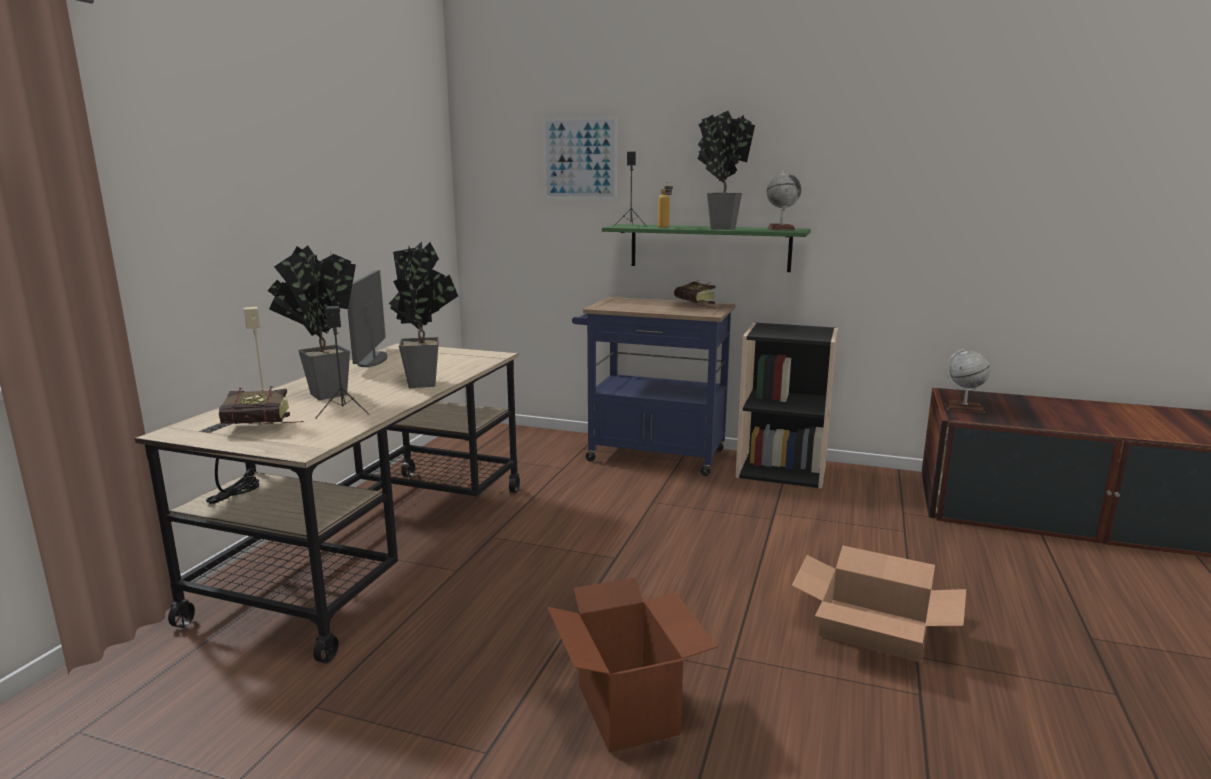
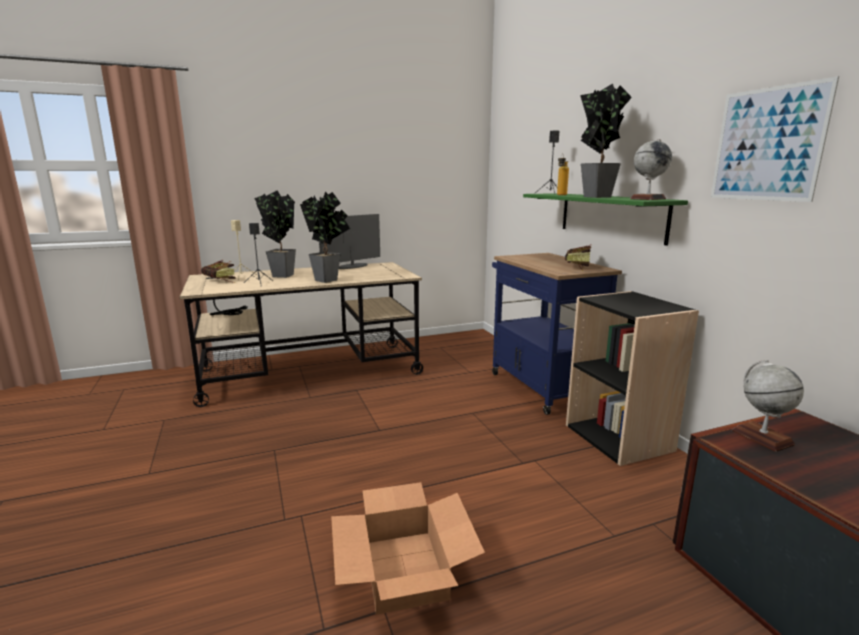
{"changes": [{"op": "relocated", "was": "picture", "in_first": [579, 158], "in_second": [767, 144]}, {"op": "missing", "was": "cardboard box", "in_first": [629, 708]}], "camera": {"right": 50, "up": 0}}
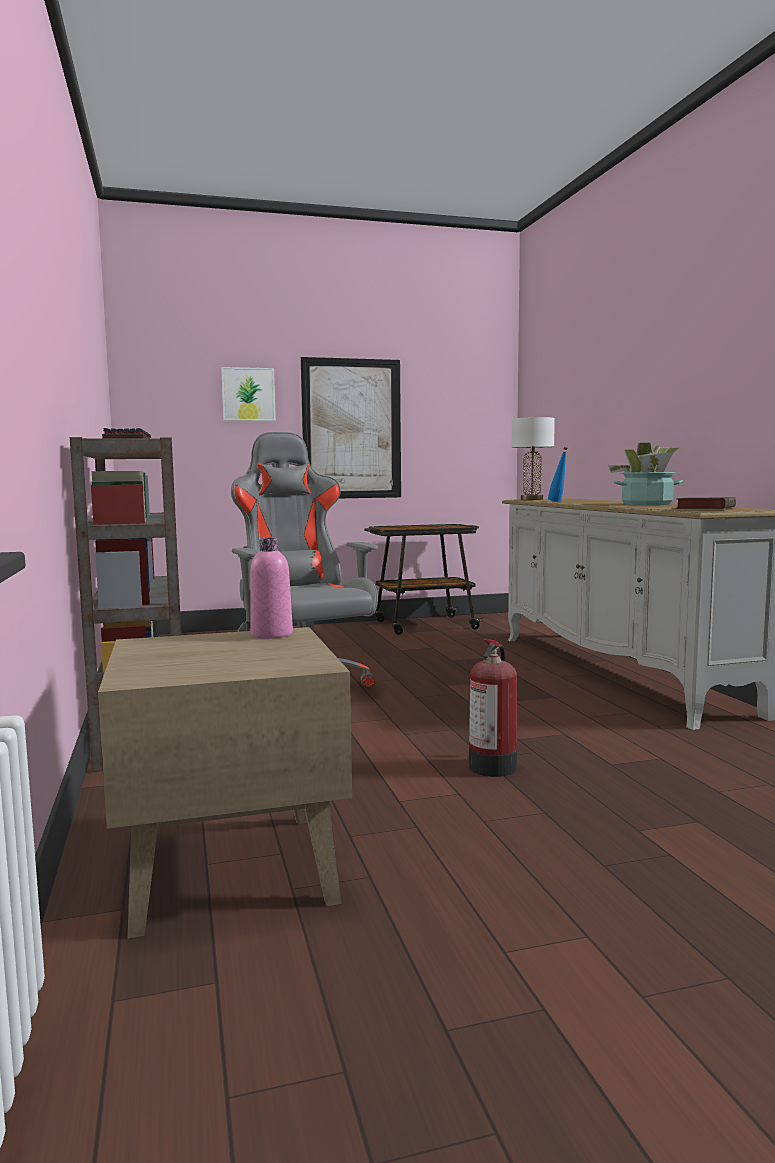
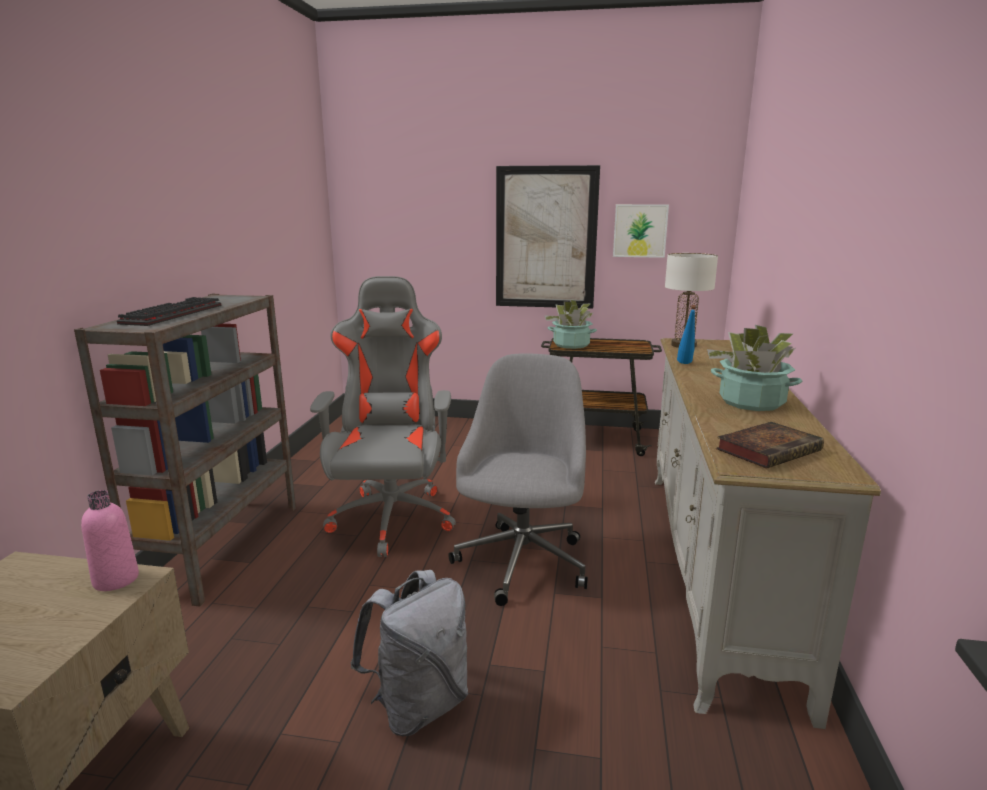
{"changes": [{"op": "relocated", "was": "picture", "in_first": [248, 394], "in_second": [640, 230]}, {"op": "exchanged", "was": "fire extinguisher", "now": "grey backpack", "in_first": [493, 766], "in_second": [418, 705]}, {"op": "appeared", "now": "grey office chair", "in_second": [522, 561]}, {"op": "appeared", "now": "potted plant", "in_second": [571, 345]}], "camera": {"right": 25, "up": 10}}
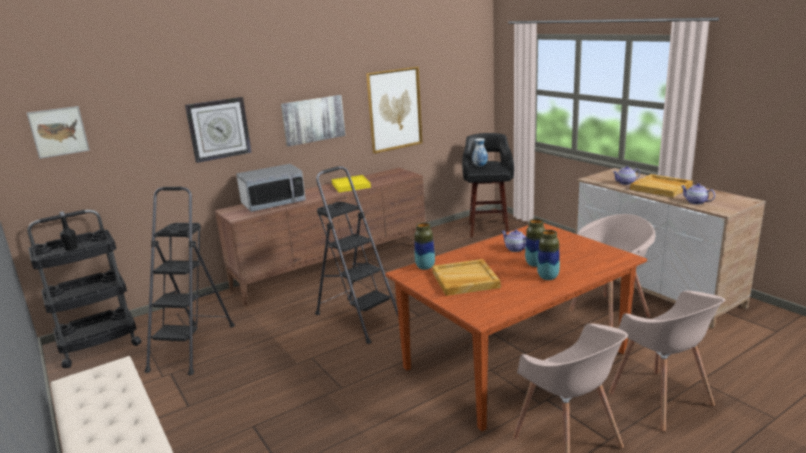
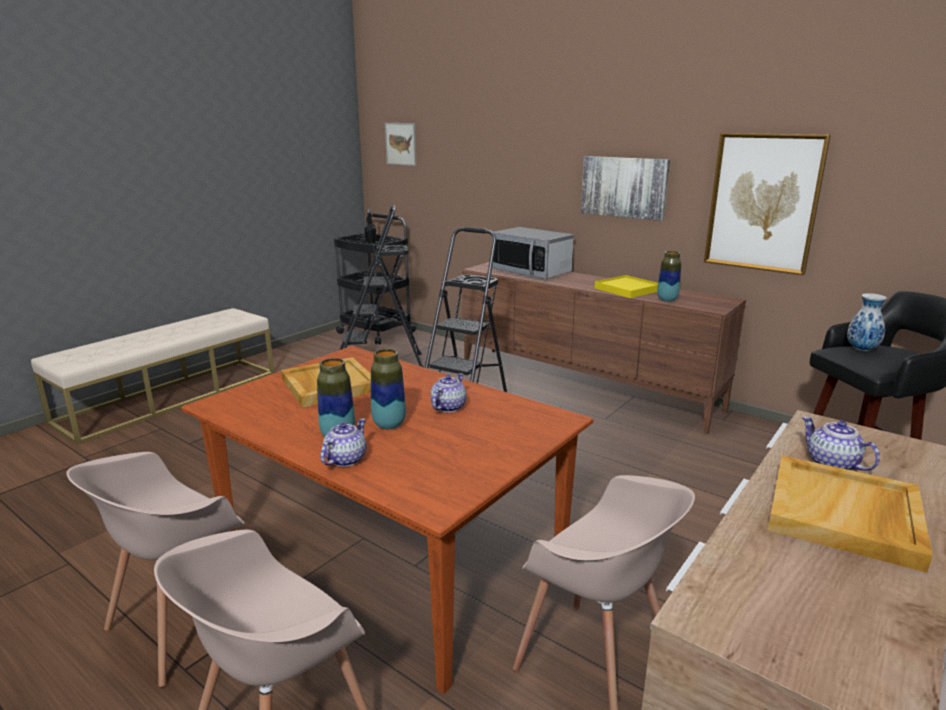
{"changes": [{"op": "missing", "was": "wall clock", "in_first": [219, 129]}, {"op": "relocated", "was": "vase", "in_first": [425, 267], "in_second": [667, 300]}, {"op": "relocated", "was": "teapot", "in_first": [696, 202], "in_second": [345, 460]}], "camera": {"right": 70, "up": 0}}
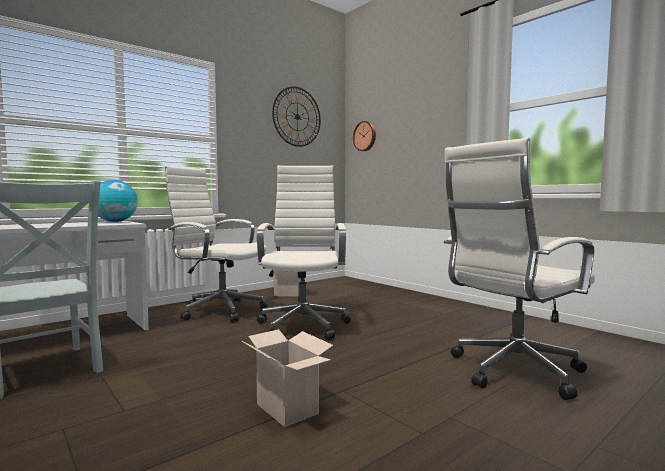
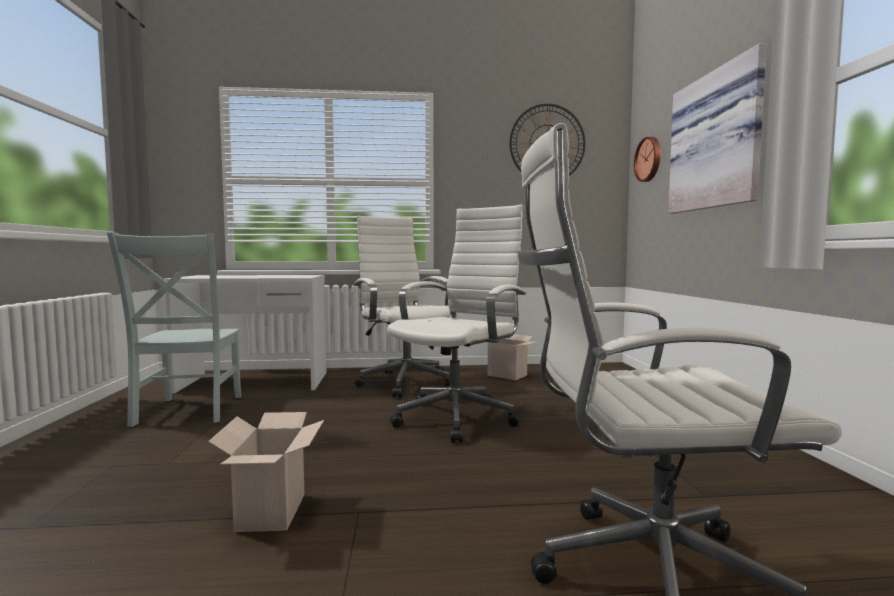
{"changes": [{"op": "missing", "was": "globe", "in_first": [115, 221]}, {"op": "appeared", "now": "picture", "in_second": [717, 141]}], "camera": {"right": 35, "up": 0}}
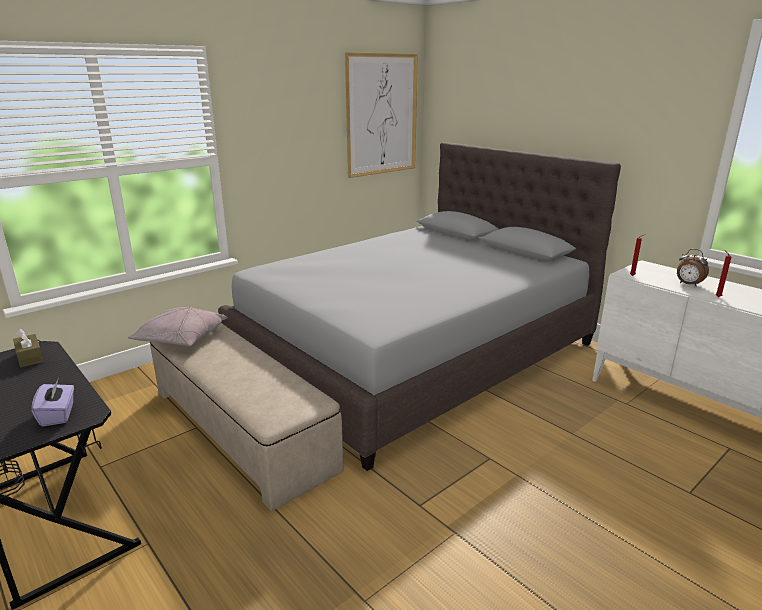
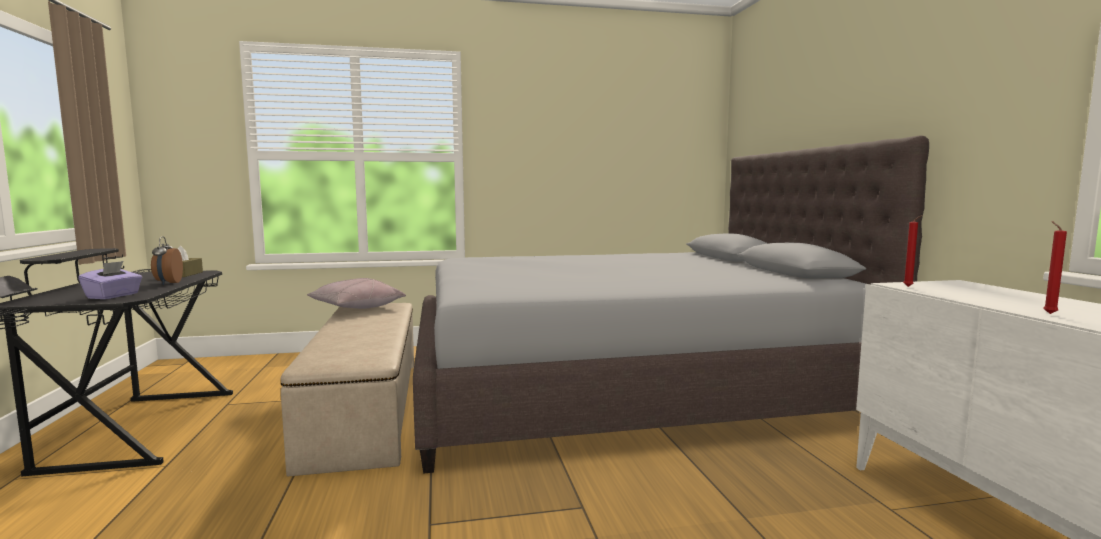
{"changes": [{"op": "missing", "was": "picture", "in_first": [382, 115]}, {"op": "relocated", "was": "alarm clock", "in_first": [688, 284], "in_second": [168, 283]}], "camera": {"right": 30, "up": -15}}
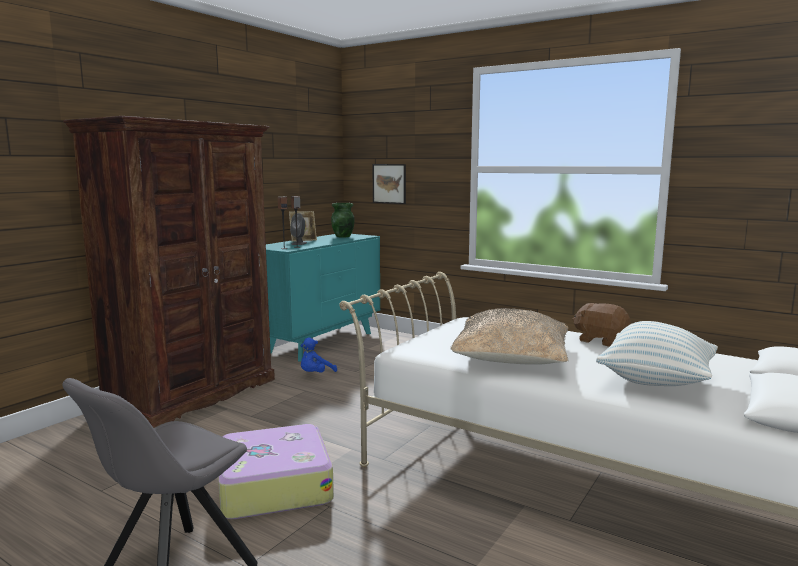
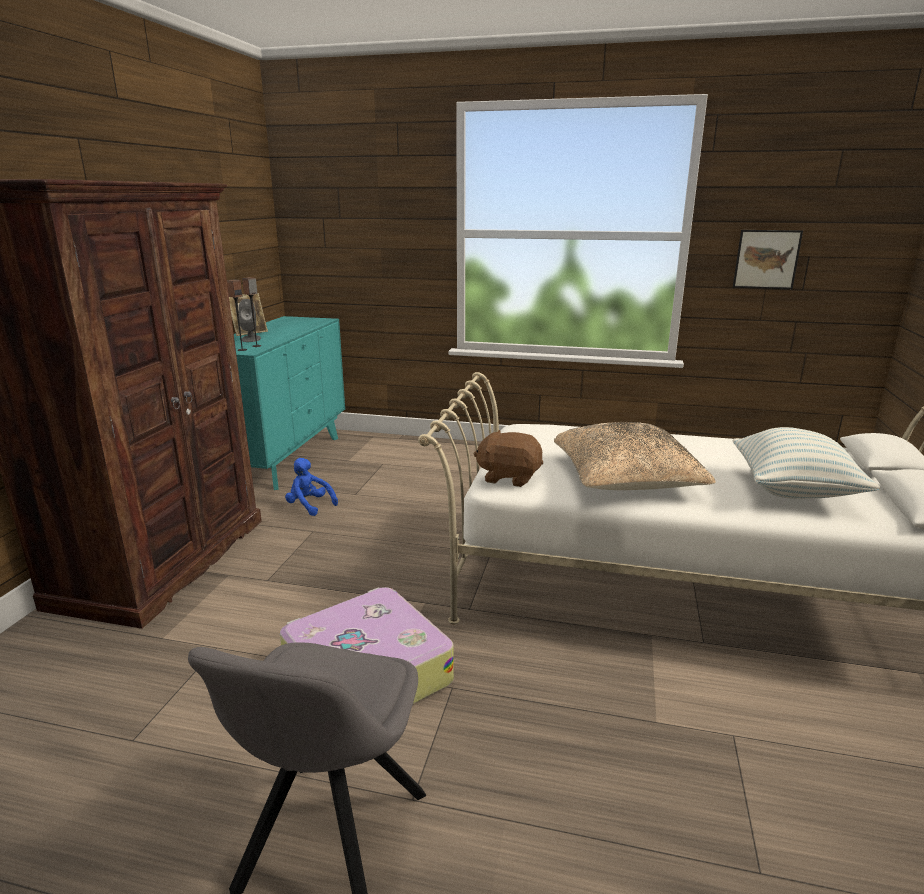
{"changes": [{"op": "spun", "was": "blue plush toy", "in_first": [315, 374], "in_second": [309, 506], "clockwise": 105}, {"op": "missing", "was": "green vase", "in_first": [343, 236]}, {"op": "relocated", "was": "picture", "in_first": [389, 183], "in_second": [766, 259]}, {"op": "relocated", "was": "brown plush toy", "in_first": [600, 340], "in_second": [509, 477]}], "camera": {"right": -20, "up": 10}}
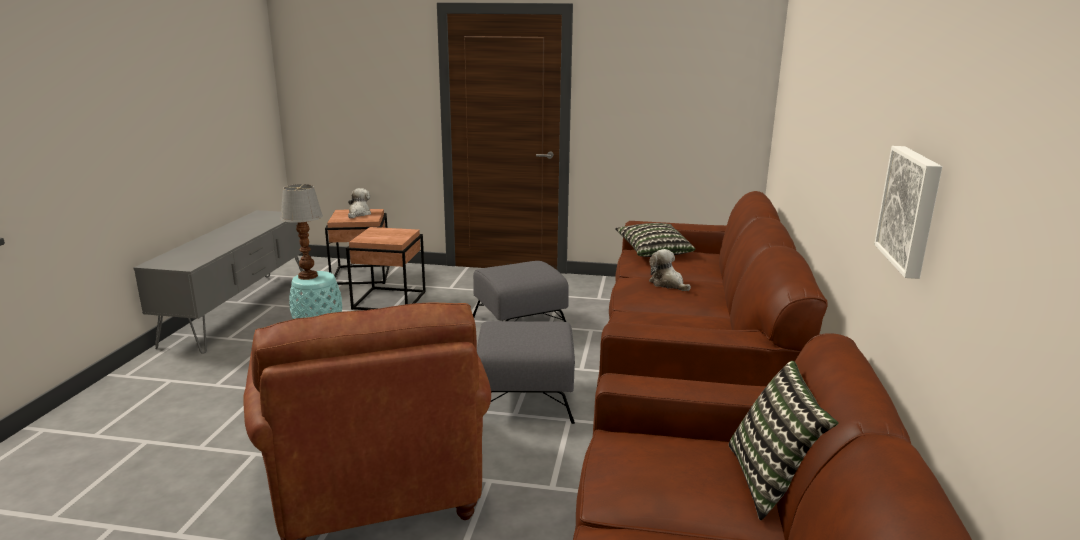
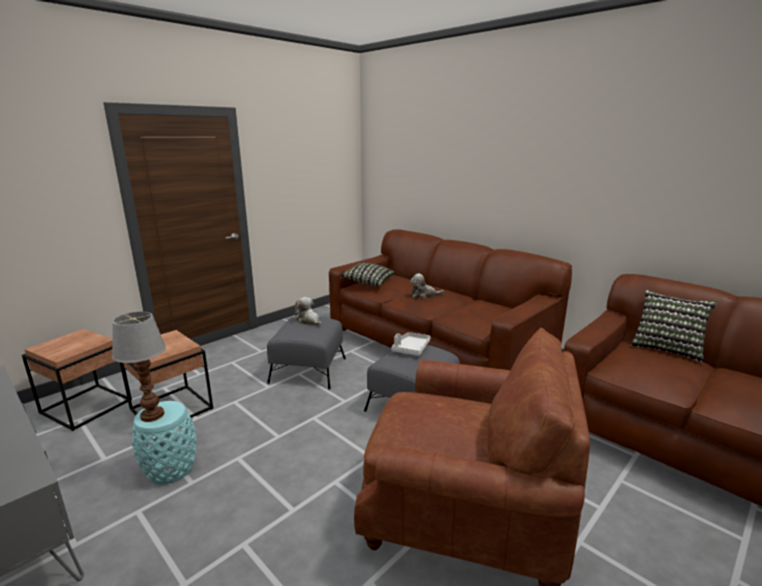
{"changes": [{"op": "relocated", "was": "plush toy", "in_first": [359, 214], "in_second": [308, 321]}, {"op": "missing", "was": "picture", "in_first": [912, 209]}, {"op": "appeared", "now": "grey tray", "in_second": [411, 349]}], "camera": {"right": -55, "up": 0}}
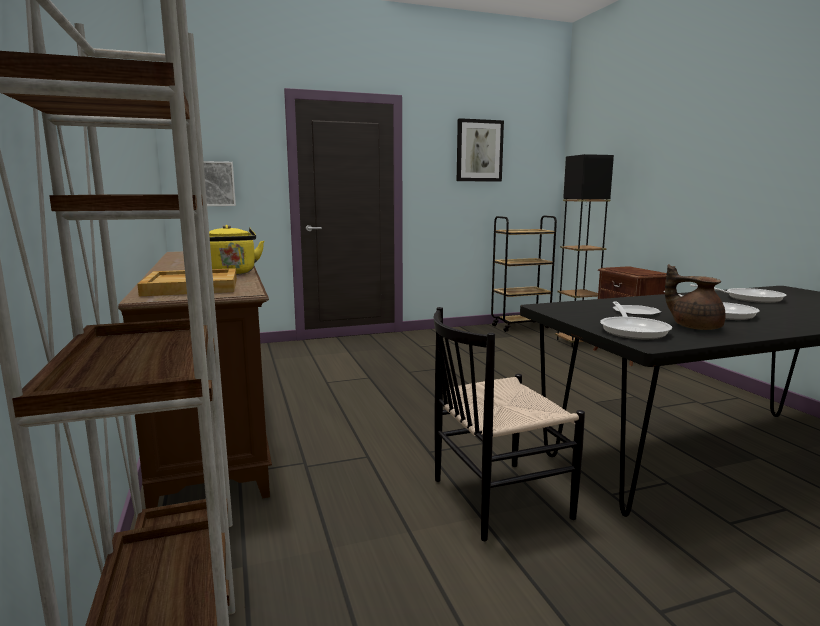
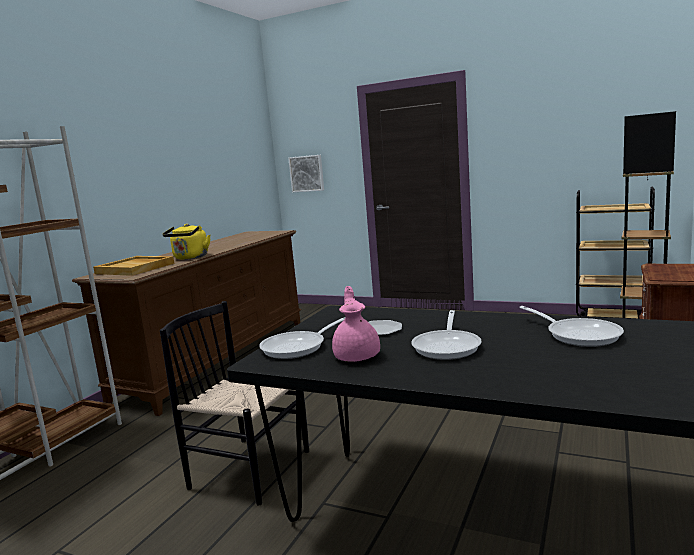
{"changes": [{"op": "missing", "was": "picture", "in_first": [479, 151]}, {"op": "colour", "was": "brown teapot", "now": "pink teapot", "in_first": [694, 327], "in_second": [357, 355]}], "camera": {"right": 45, "up": 0}}
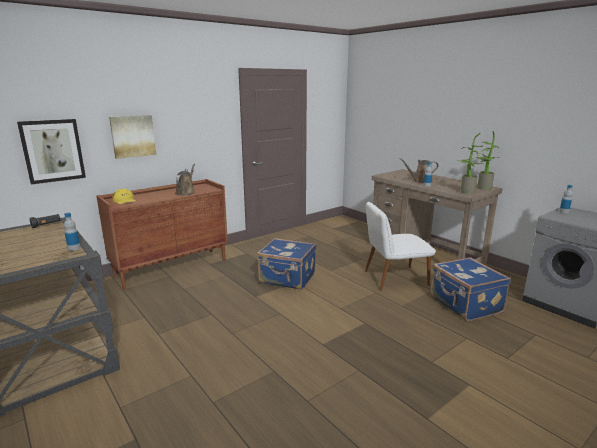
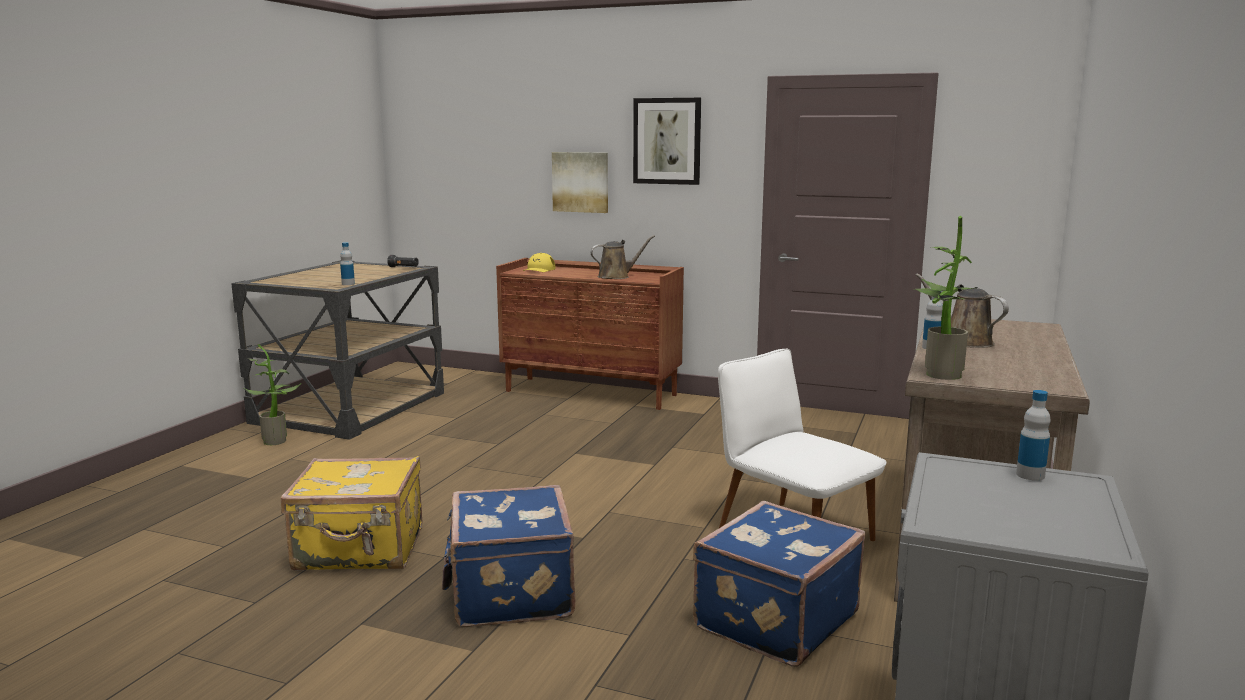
{"changes": [{"op": "relocated", "was": "picture", "in_first": [53, 151], "in_second": [667, 141]}, {"op": "relocated", "was": "blue suitcase", "in_first": [287, 278], "in_second": [509, 593]}, {"op": "relocated", "was": "potted plant", "in_first": [482, 188], "in_second": [278, 440]}, {"op": "appeared", "now": "yellow suitcase", "in_second": [360, 550]}], "camera": {"right": 60, "up": -5}}
